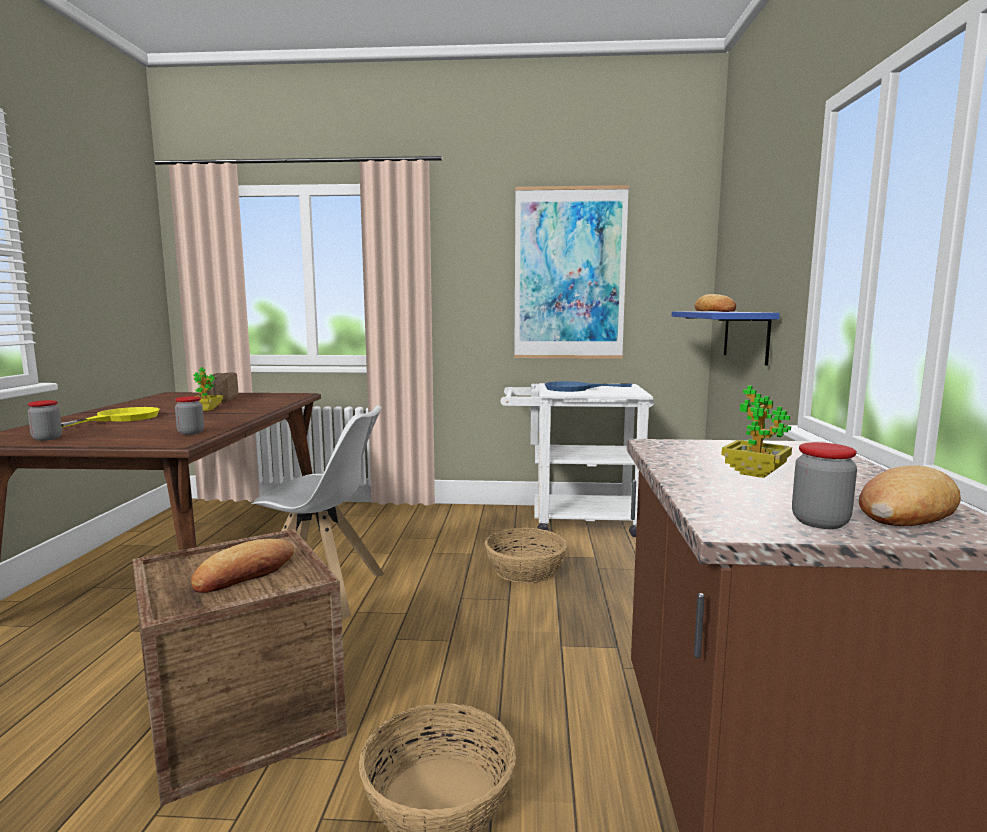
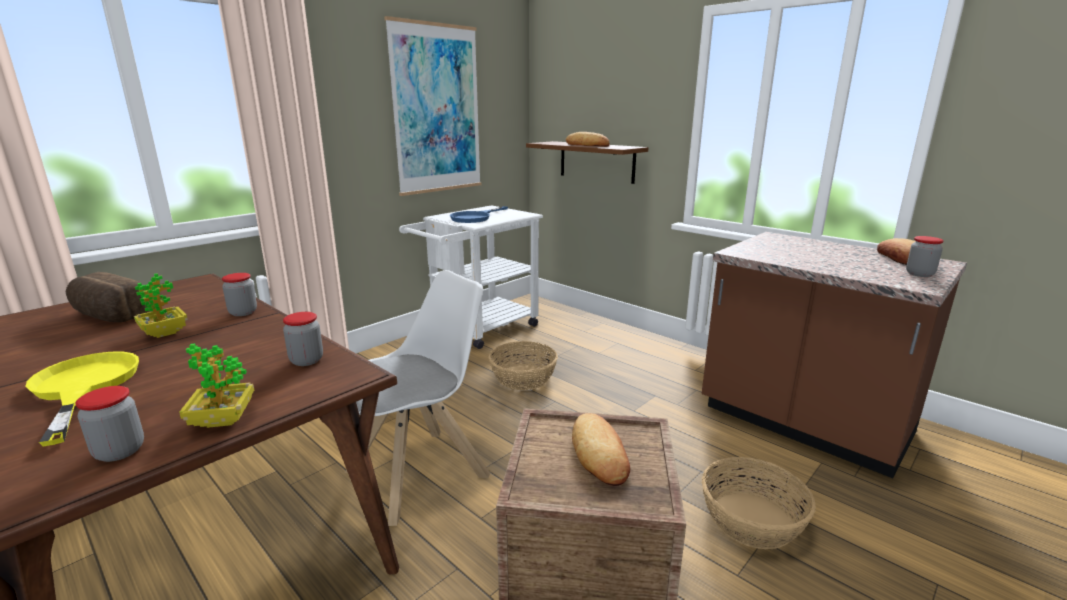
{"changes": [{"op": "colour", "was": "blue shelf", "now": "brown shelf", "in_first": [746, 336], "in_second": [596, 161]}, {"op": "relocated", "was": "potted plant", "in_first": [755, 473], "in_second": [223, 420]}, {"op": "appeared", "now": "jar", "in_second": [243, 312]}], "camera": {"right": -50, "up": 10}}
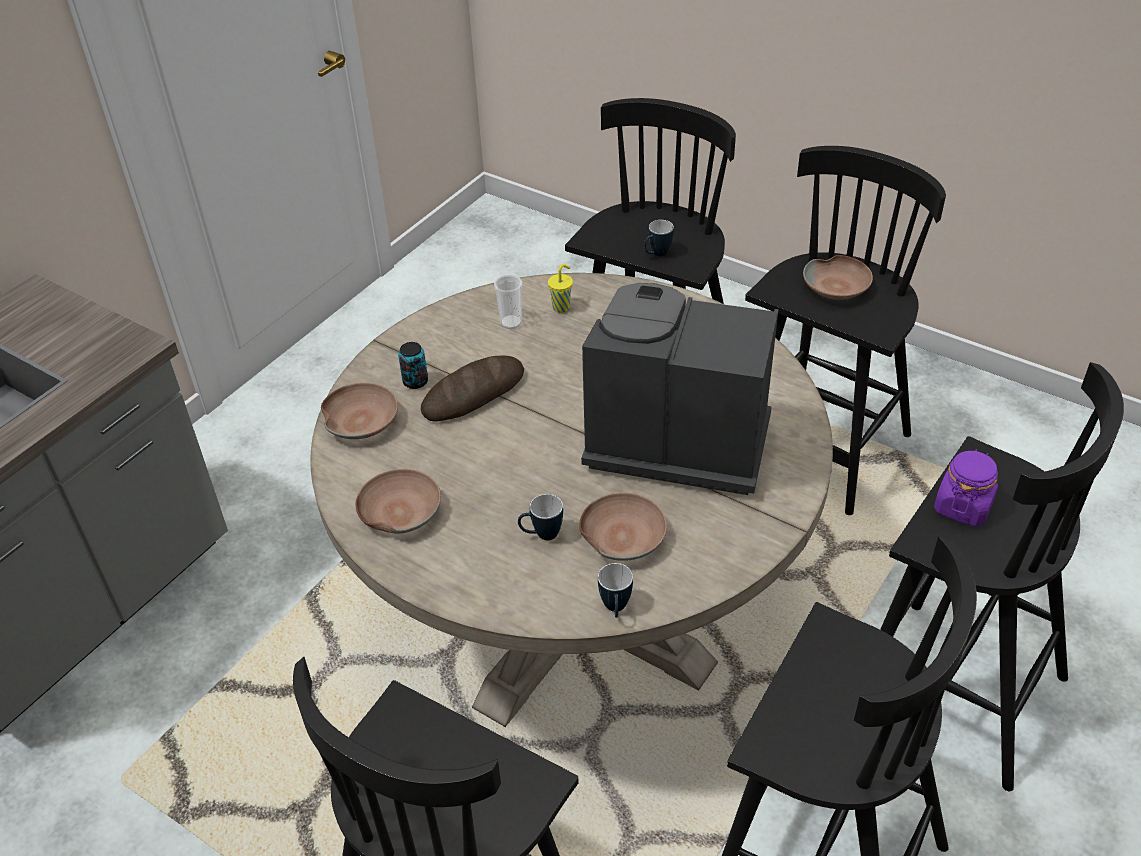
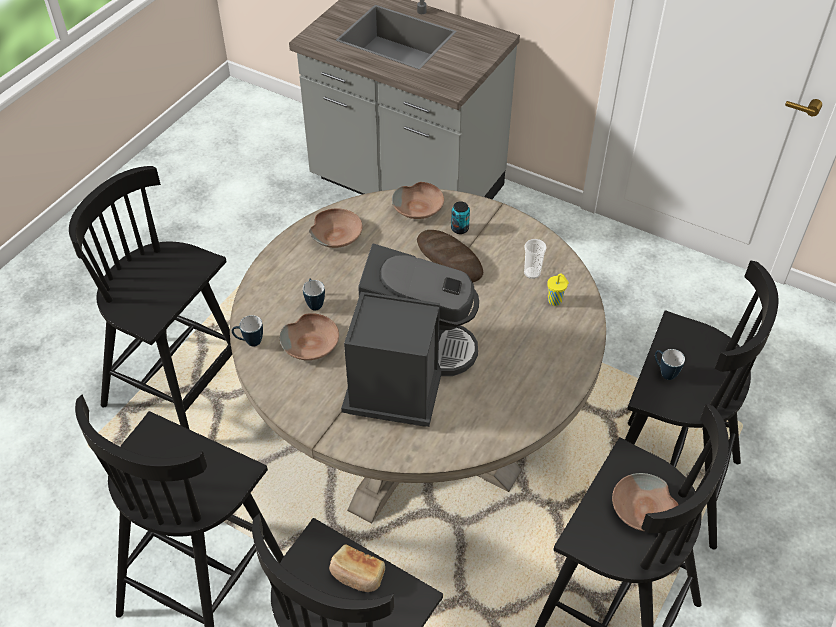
{"changes": [{"op": "exchanged", "was": "purple jar", "now": "bread", "in_first": [963, 506], "in_second": [357, 575]}], "camera": {"right": 85, "up": 5}}
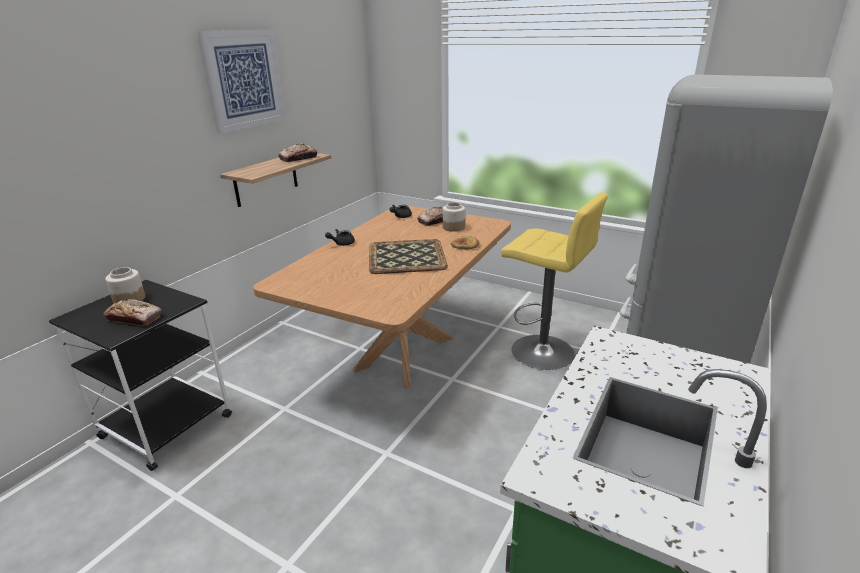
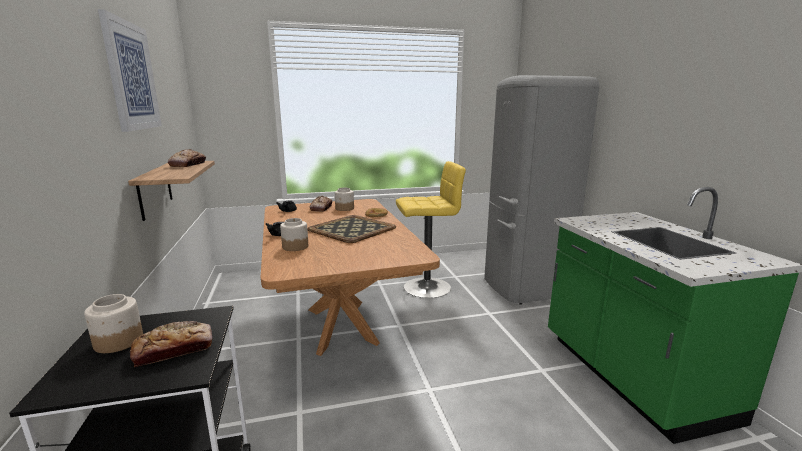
{"changes": [{"op": "appeared", "now": "jar", "in_second": [295, 247]}], "camera": {"right": -45, "up": -10}}
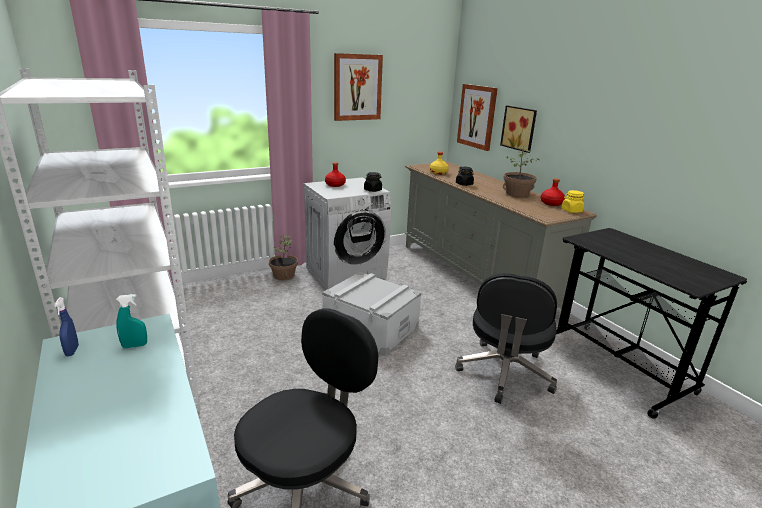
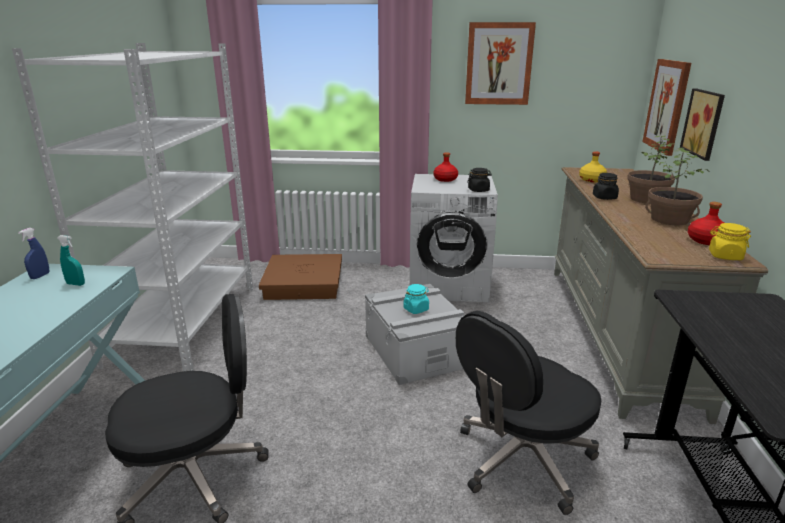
{"changes": [{"op": "relocated", "was": "potted plant", "in_first": [283, 275], "in_second": [645, 199]}, {"op": "appeared", "now": "brown storage box", "in_second": [304, 283]}, {"op": "appeared", "now": "turquoise jar", "in_second": [416, 309]}], "camera": {"right": 35, "up": 0}}
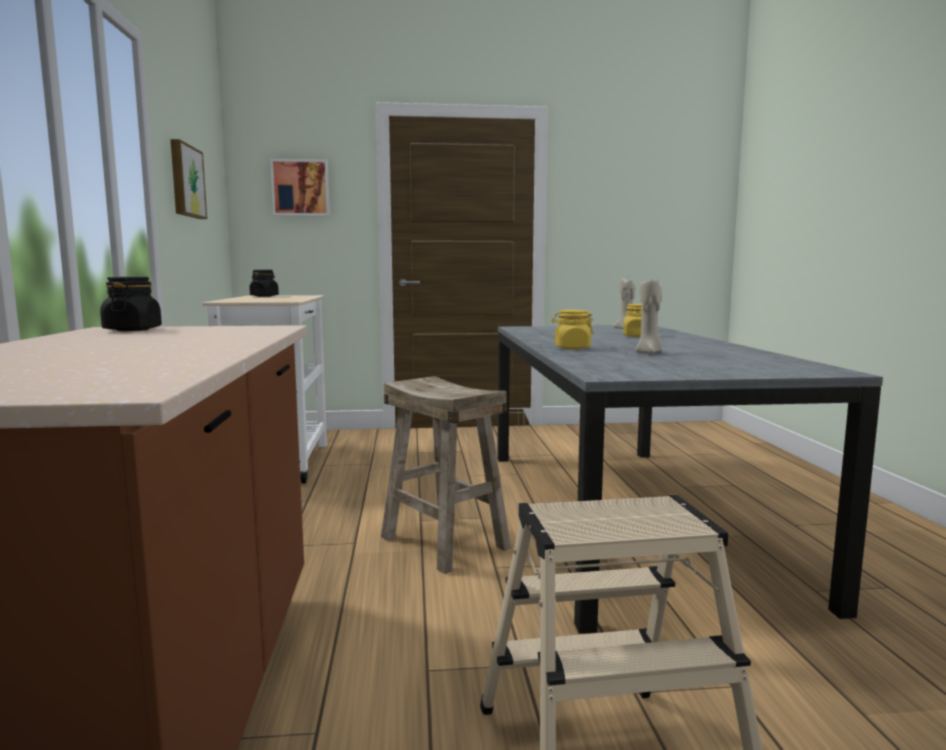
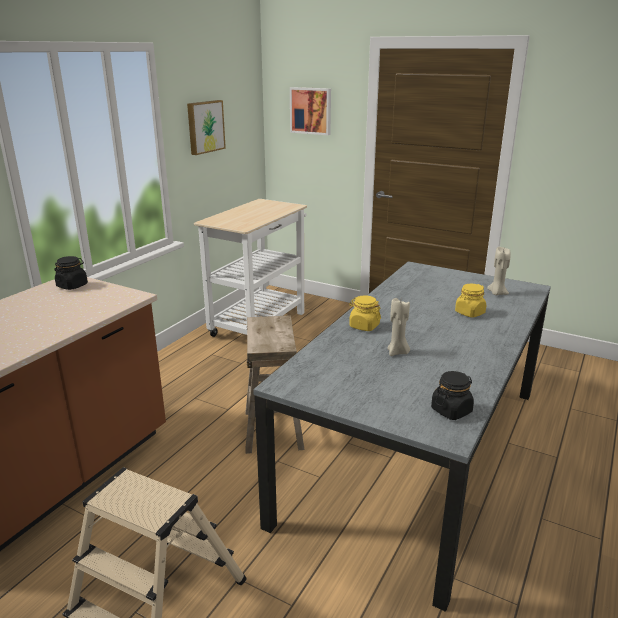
{"changes": [{"op": "relocated", "was": "black jar", "in_first": [264, 296], "in_second": [451, 410]}], "camera": {"right": 35, "up": 15}}
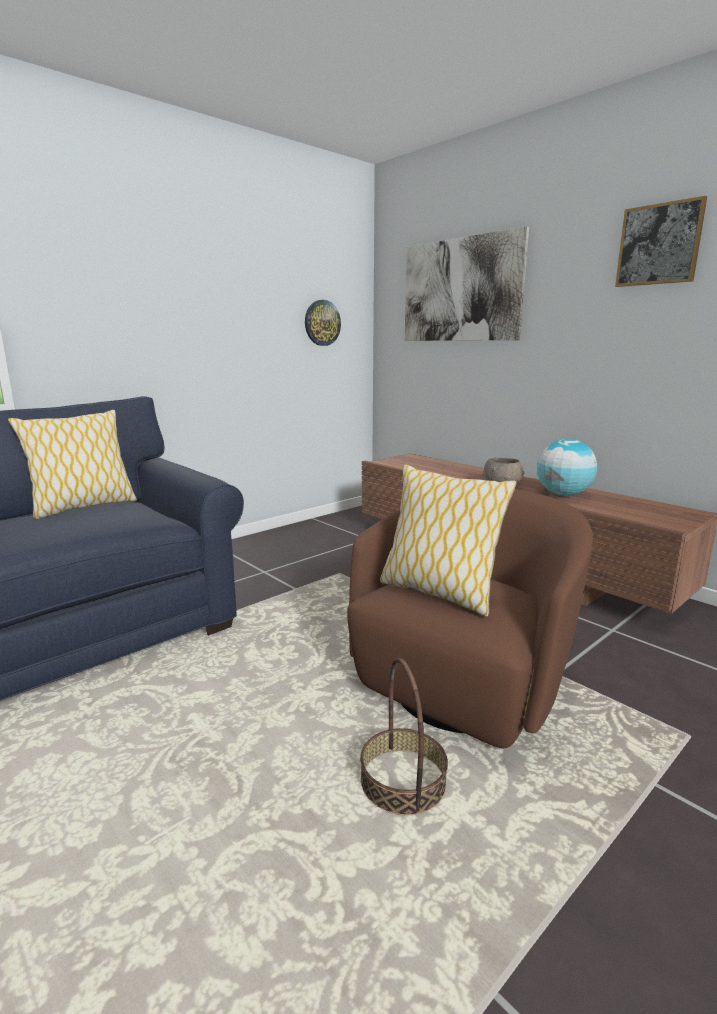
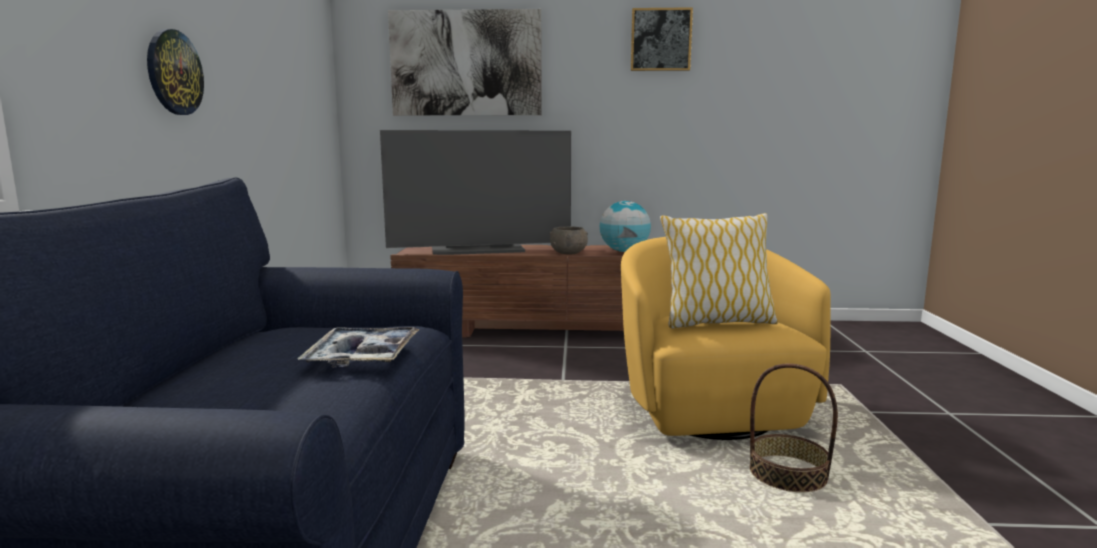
{"changes": [{"op": "missing", "was": "pillow", "in_first": [83, 507]}, {"op": "relocated", "was": "wall clock", "in_first": [322, 323], "in_second": [174, 72]}, {"op": "colour", "was": "brown armchair", "now": "yellow armchair", "in_first": [466, 683], "in_second": [706, 409]}, {"op": "appeared", "now": "tray", "in_second": [362, 356]}, {"op": "appeared", "now": "television", "in_second": [479, 250]}], "camera": {"right": -45, "up": -5}}
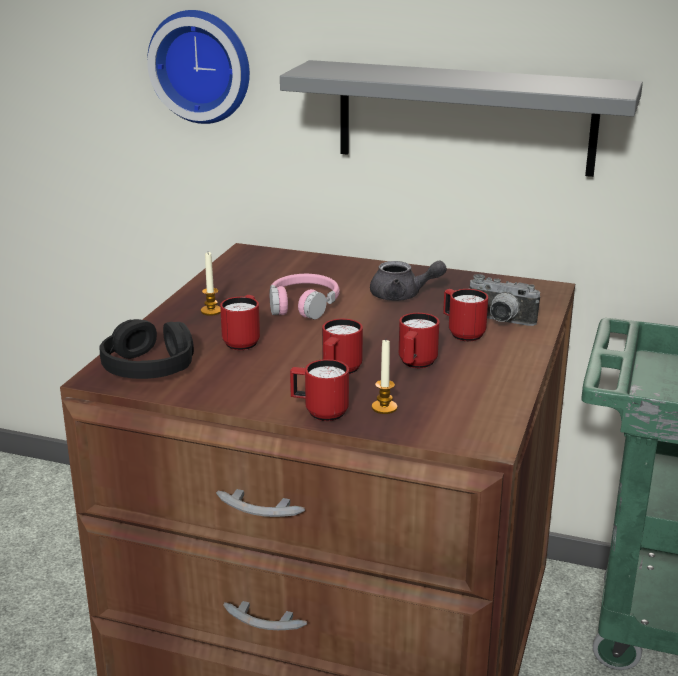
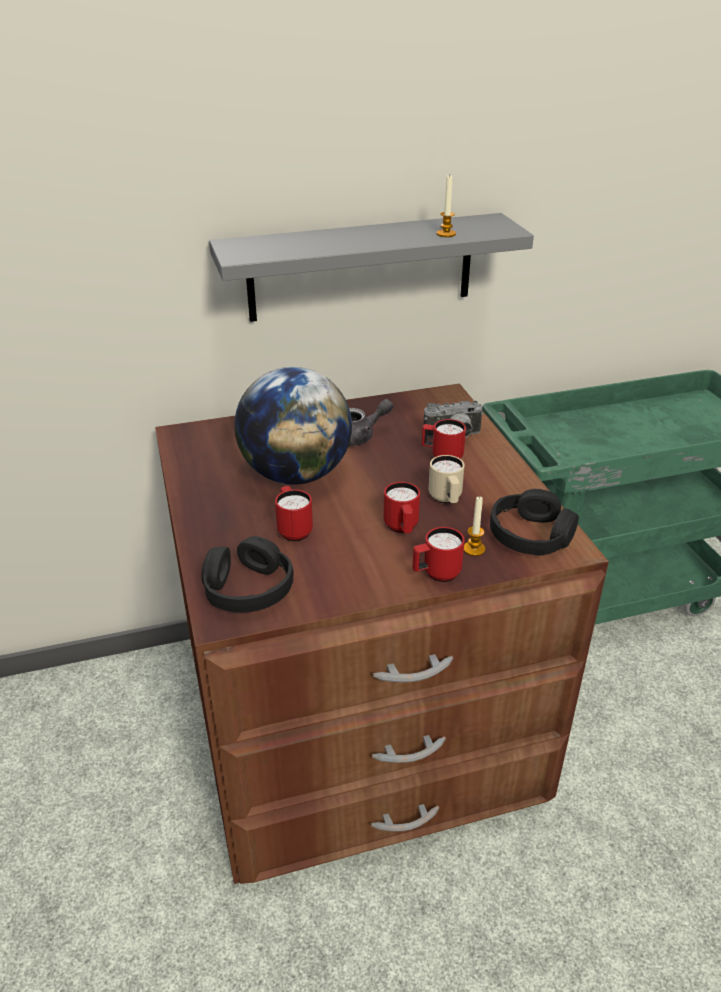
{"changes": [{"op": "missing", "was": "wall clock", "in_first": [202, 66]}, {"op": "relocated", "was": "candle", "in_first": [211, 311], "in_second": [446, 234]}, {"op": "exchanged", "was": "pink headphones", "now": "globe", "in_first": [303, 305], "in_second": [295, 474]}, {"op": "colour", "was": "red mug", "now": "beige mug", "in_first": [415, 364], "in_second": [446, 499]}, {"op": "appeared", "now": "black headphones", "in_second": [531, 535]}], "camera": {"right": -35, "up": 10}}
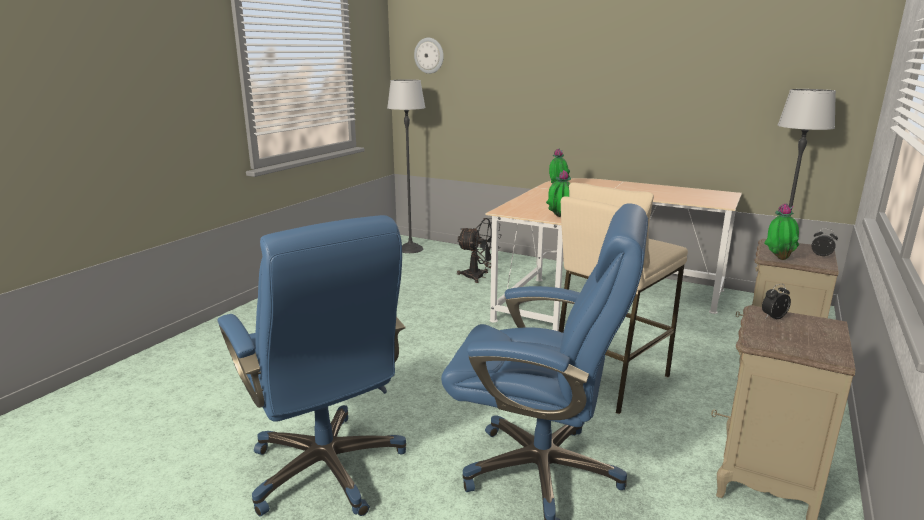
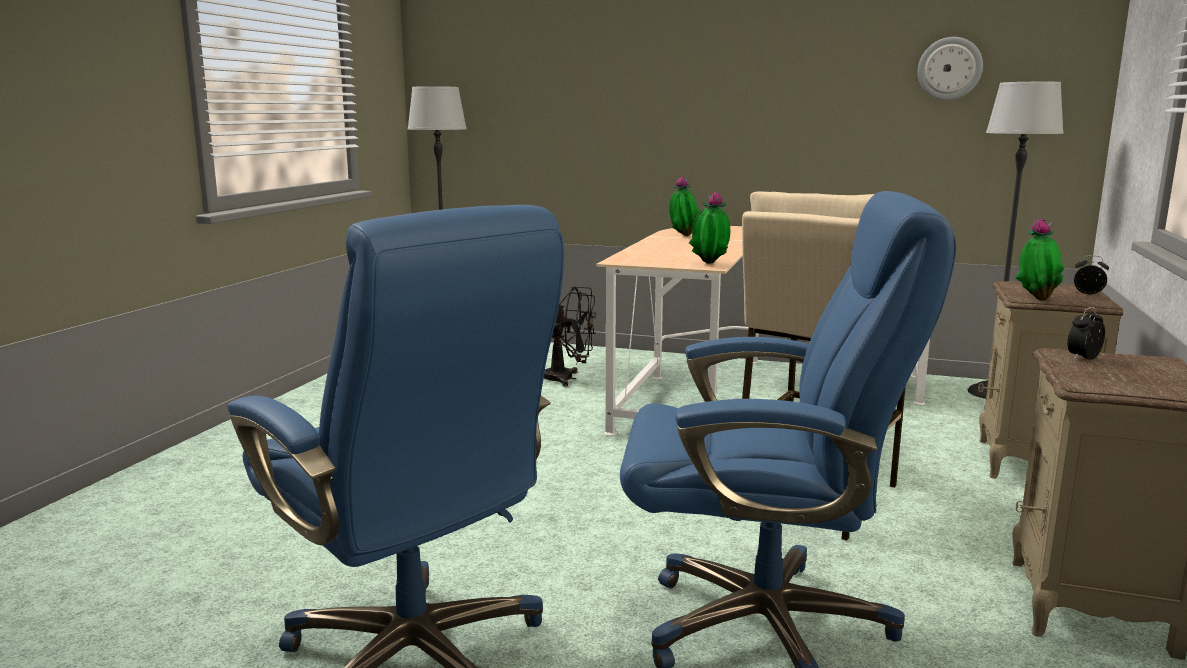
{"changes": [{"op": "relocated", "was": "wall clock", "in_first": [429, 55], "in_second": [949, 68]}], "camera": {"right": -10, "up": -5}}
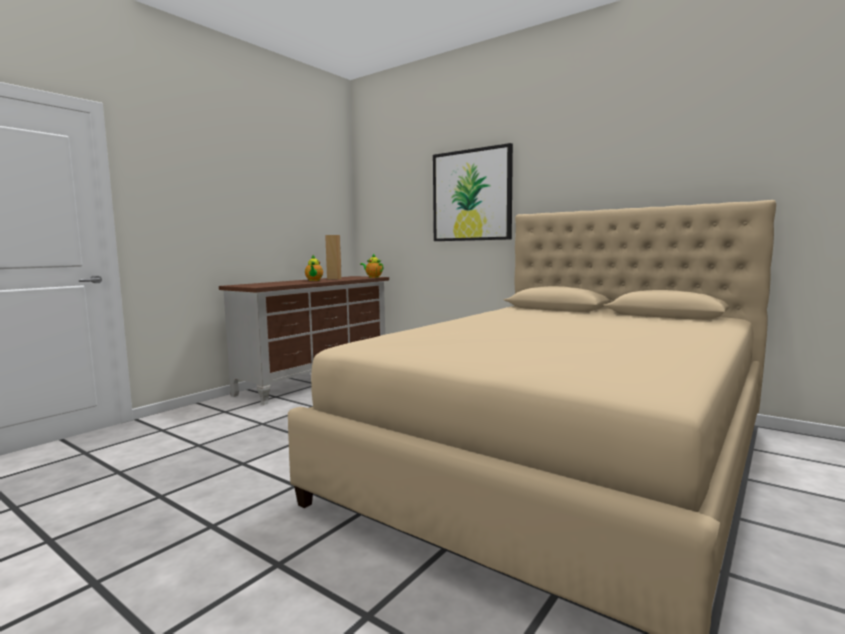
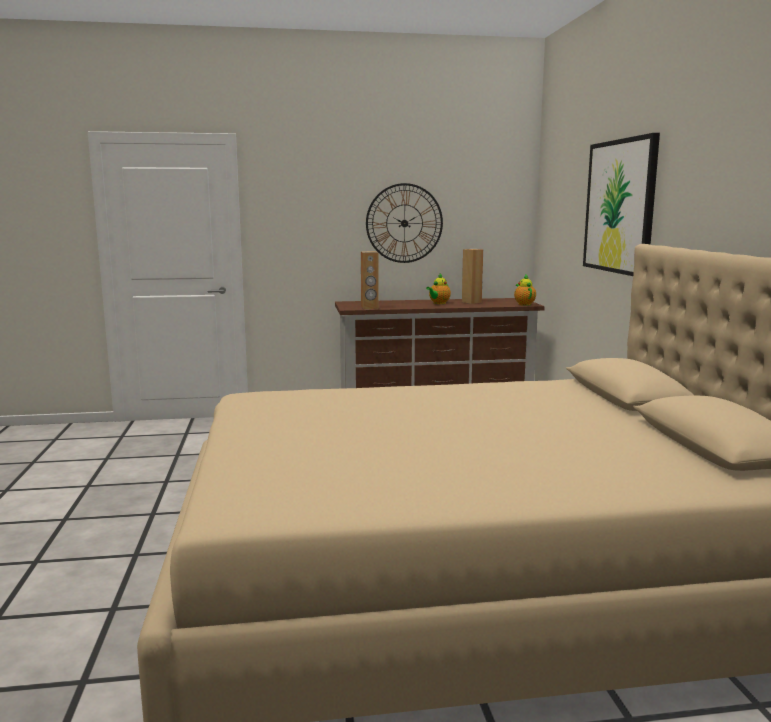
{"changes": [{"op": "appeared", "now": "brown speaker", "in_second": [369, 308]}, {"op": "appeared", "now": "wall clock", "in_second": [404, 223]}], "camera": {"right": 45, "up": 5}}
